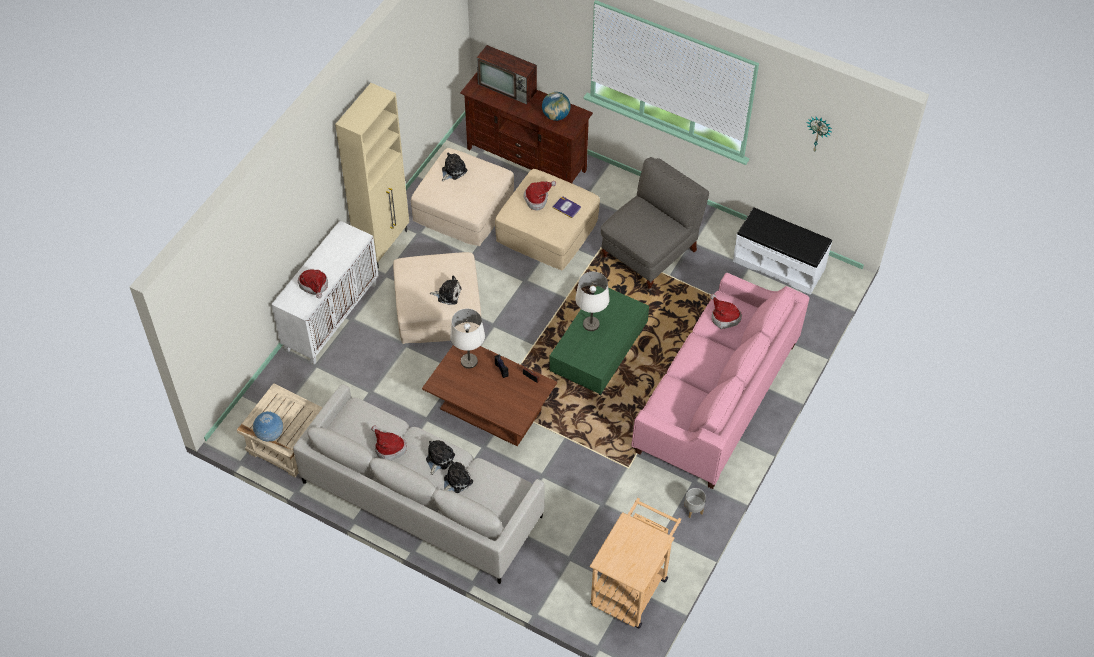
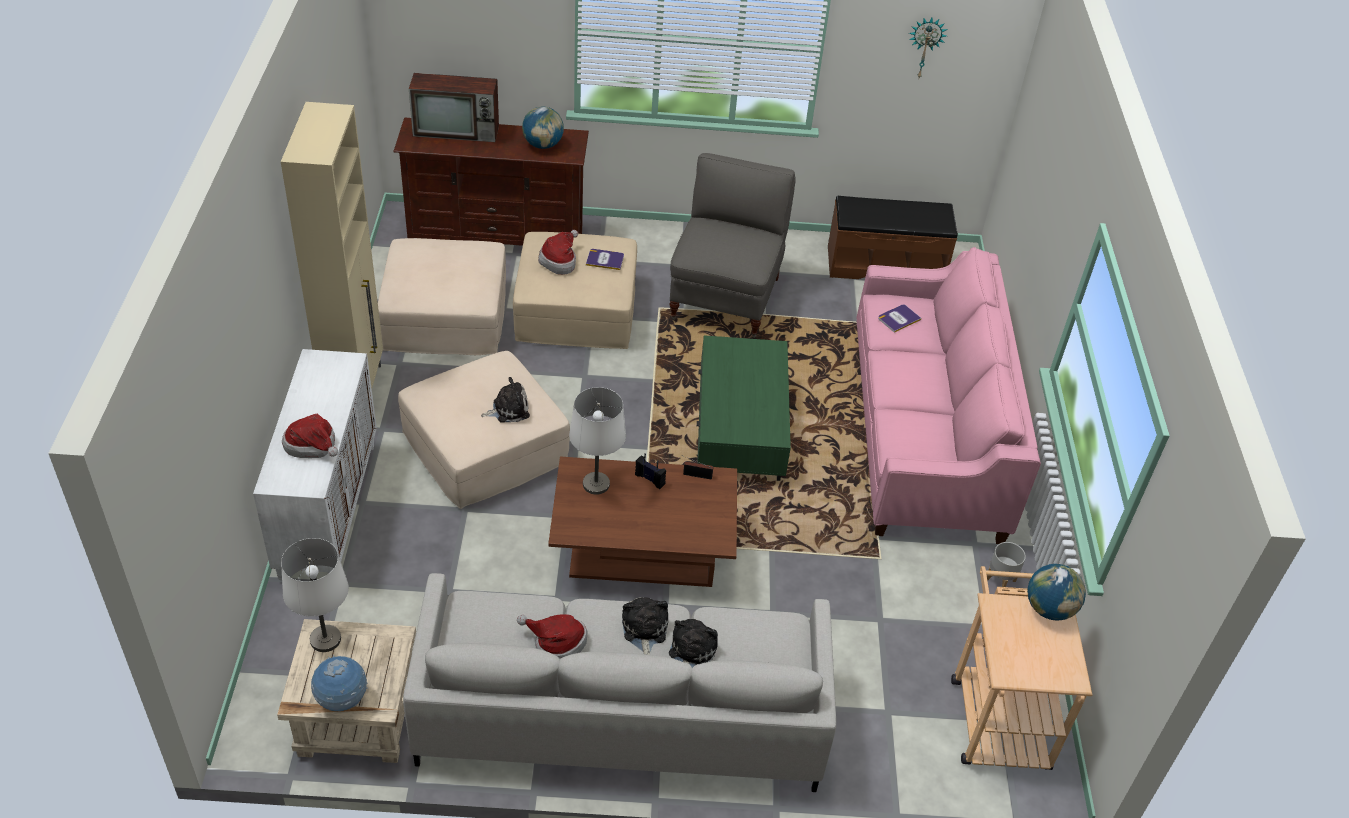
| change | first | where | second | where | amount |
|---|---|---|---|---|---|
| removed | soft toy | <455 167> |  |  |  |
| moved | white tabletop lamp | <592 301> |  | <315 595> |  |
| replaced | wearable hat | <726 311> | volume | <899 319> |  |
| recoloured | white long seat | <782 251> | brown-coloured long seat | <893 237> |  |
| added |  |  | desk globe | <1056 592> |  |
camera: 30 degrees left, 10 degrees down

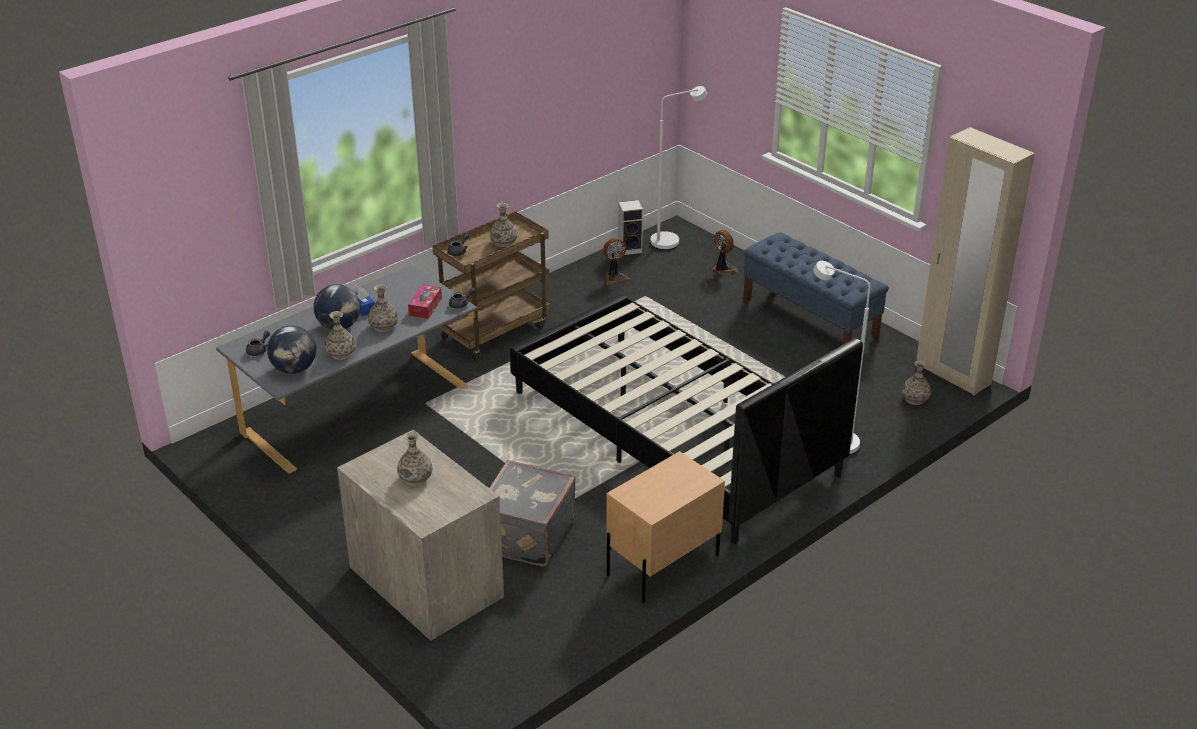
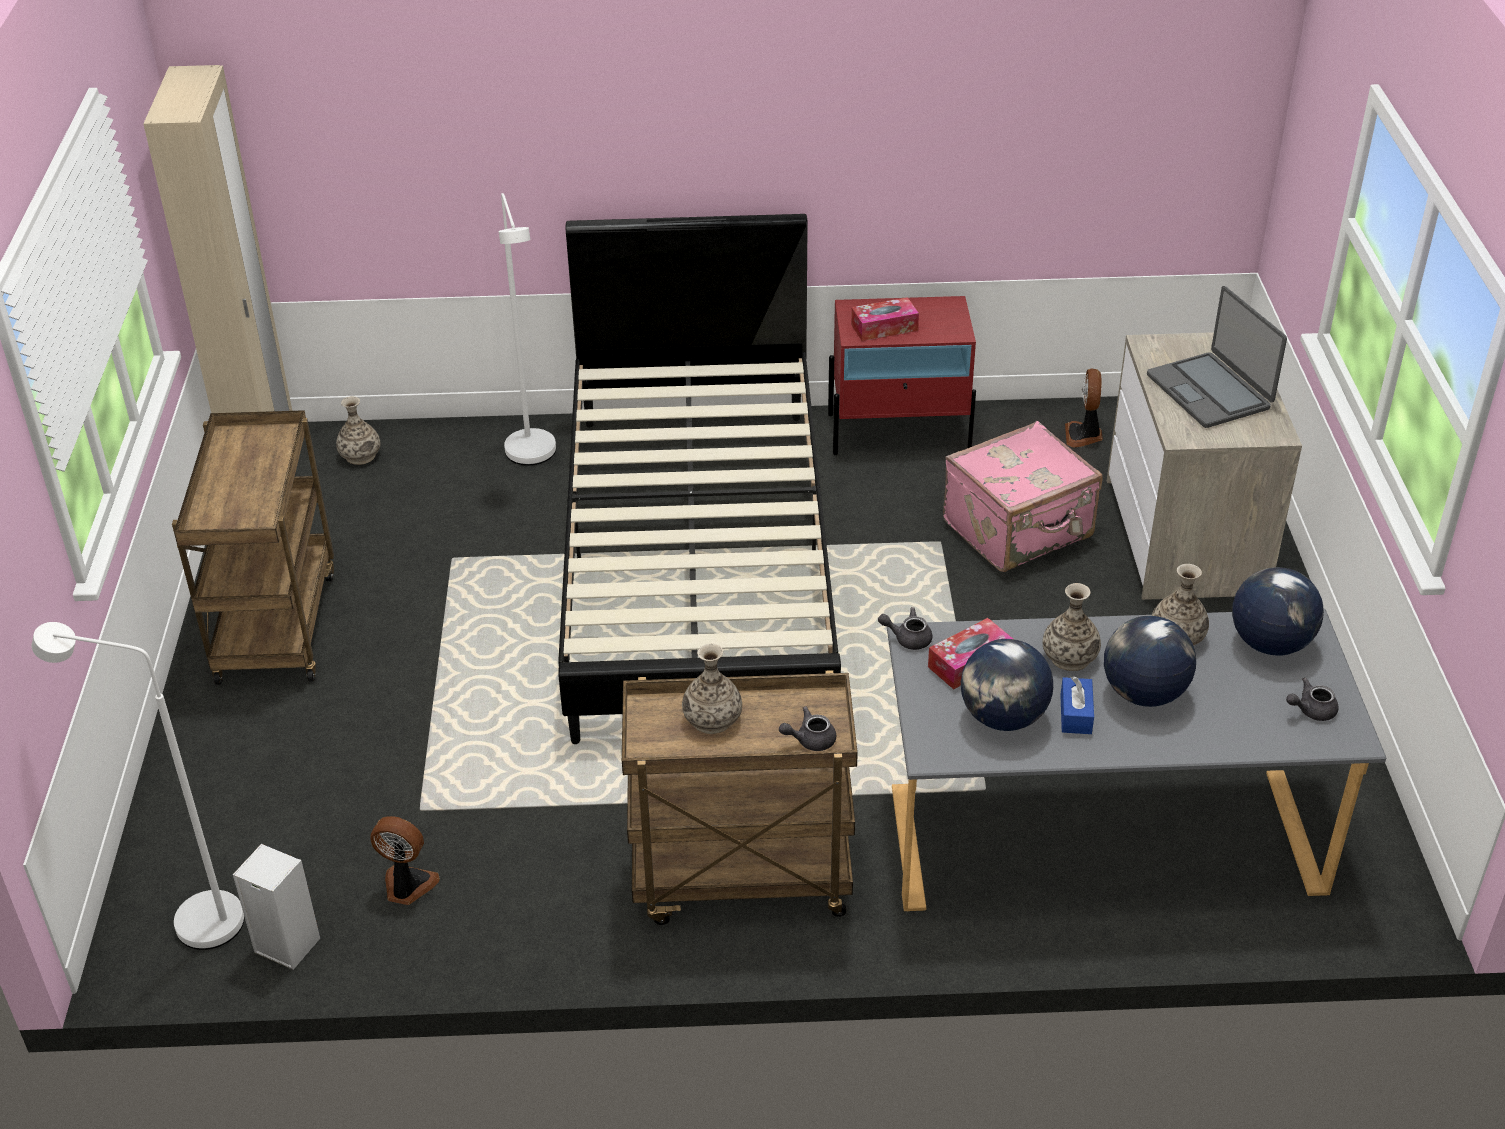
| change | first | where | second | where | amount |
|---|---|---|---|---|---|
| replaced | decorative vase | <414 458> | laptop | <1217 357> |  |
| recoloured | greyish piece of luggage | <533 513> | pinkish piece of luggage | <1023 496> |  |
| recoloured | beige night table | <665 527> | red-coloured night table | <902 375> |  |
| moved | electric fan | <725 252> |  | <1084 408> |  |
| replaced | blue long seat | <816 288> | brown-coloured wheeled cart | <253 547> |  |
| added |  |  | tissue holder | <885 319> |  |
| added |  |  | desk globe | <1007 685> |  |
camera: 140 degrees left, 5 degrees up

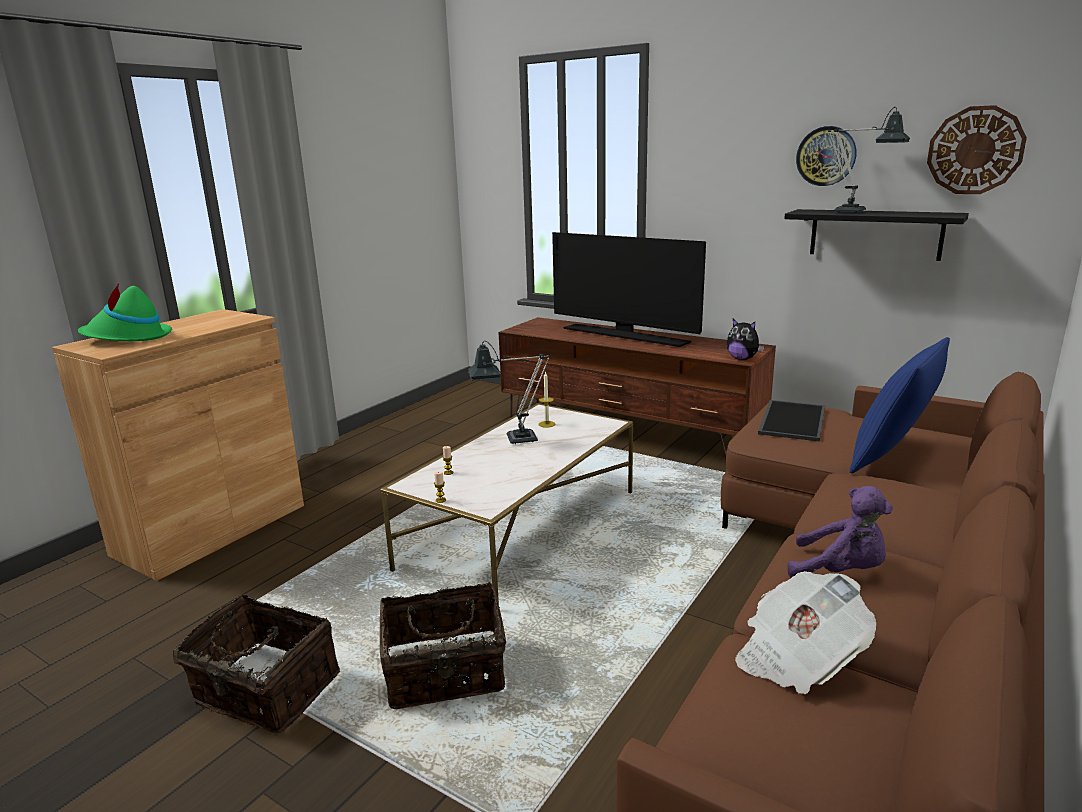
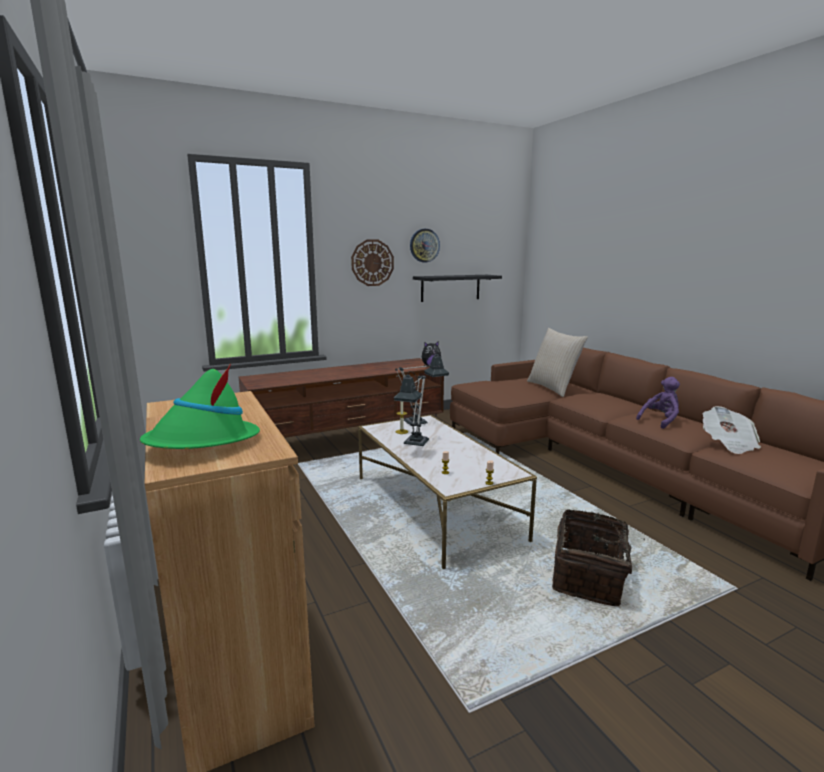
| change | first | where | second | where | amount |
|---|---|---|---|---|---|
| removed | storage basket | <256 663> |  |  |  |
| removed | television | <629 289> |  |  |  |
| removed | serving tray | <791 421> |  |  |  |
| moved | tabletop lamp | <869 160> |  | <422 388> |  |
| recoloured | blue cushion | <900 405> | beige cushion | <557 362> |  |
| moved | wall clock | <977 149> |  | <372 262> |  |
camera: 60 degrees left, 5 degrees down

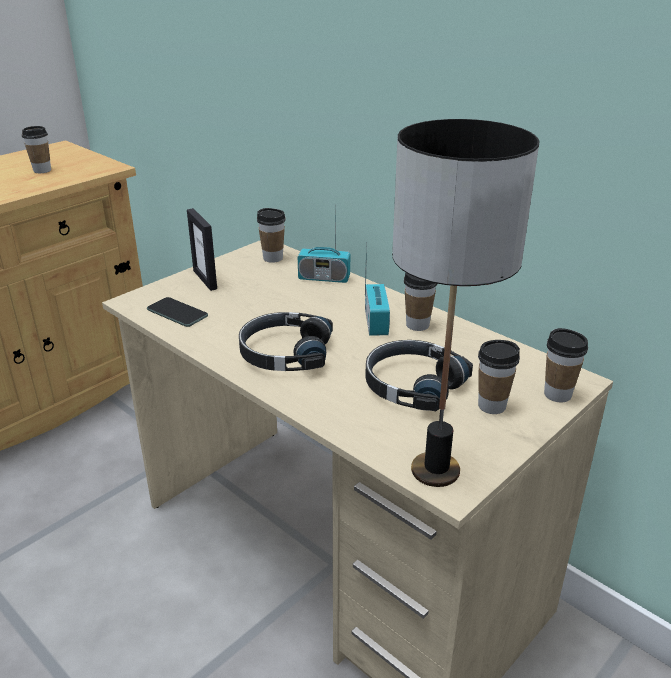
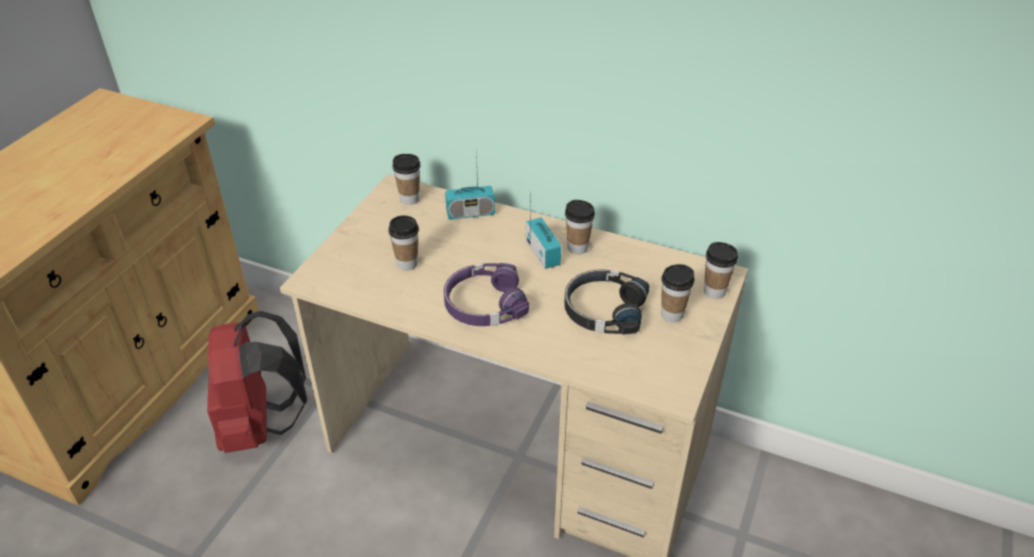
| change | first | where | second | where | amount |
|---|---|---|---|---|---|
| moved | drinking cup | <36 149> |  | <403 243> |  |
| removed | phone | <177 312> |  |  |  |
| removed | standing frame | <202 249> |  |  |  |
| recoloured | black pair of headphones | <286 341> | purple pair of headphones | <486 294> |  |
| removed | tabletop lamp | <465 303> |  |  |  |
| added |  |  | red-coloured backpack | <257 382> |  |
camera: 20 degrees left, 10 degrees up

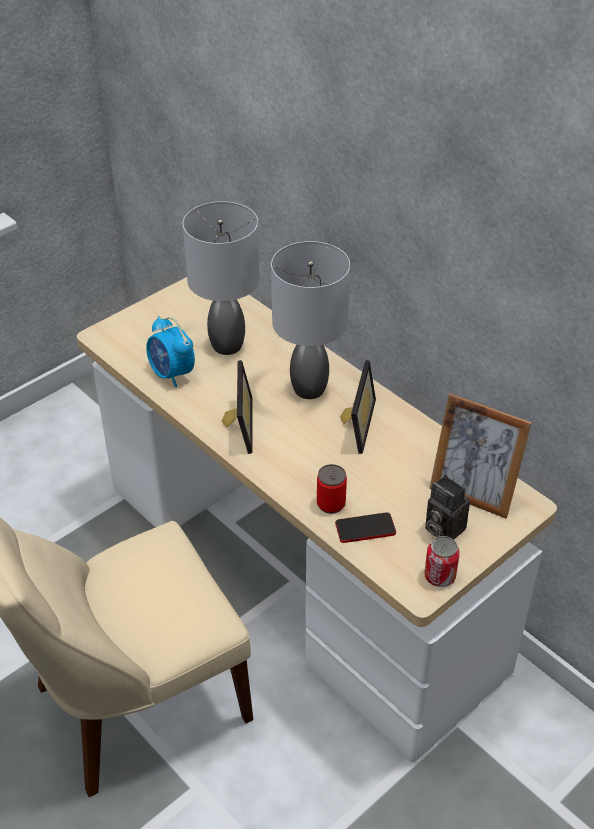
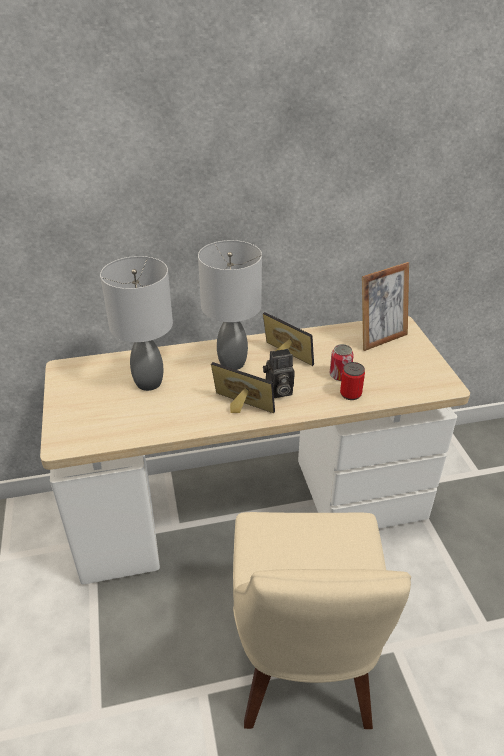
| change | first | where | second | where | amount |
|---|---|---|---|---|---|
| removed | table clock | <170 352> |  |  |  |
| removed | phone | <365 528> |  |  |  |
| moved | sealed can | <442 561> |  | <342 362> |  |
| moved | still camera | <447 507> |  | <279 373> |  |
camera: 60 degrees left, 5 degrees down

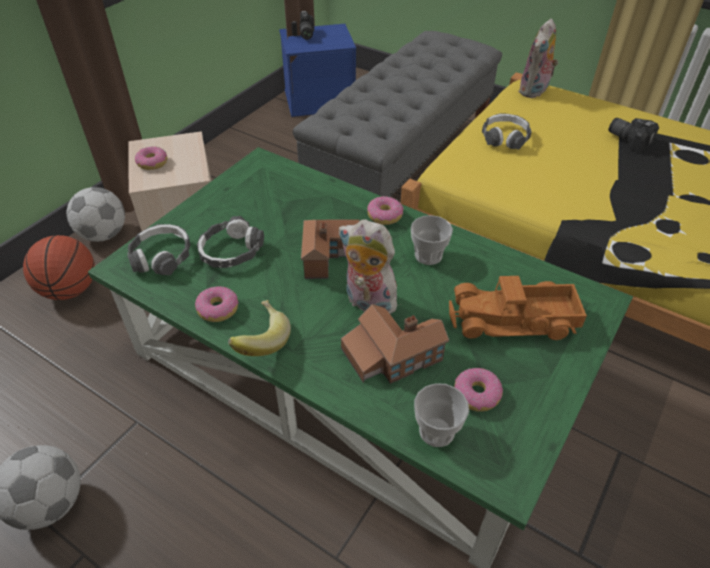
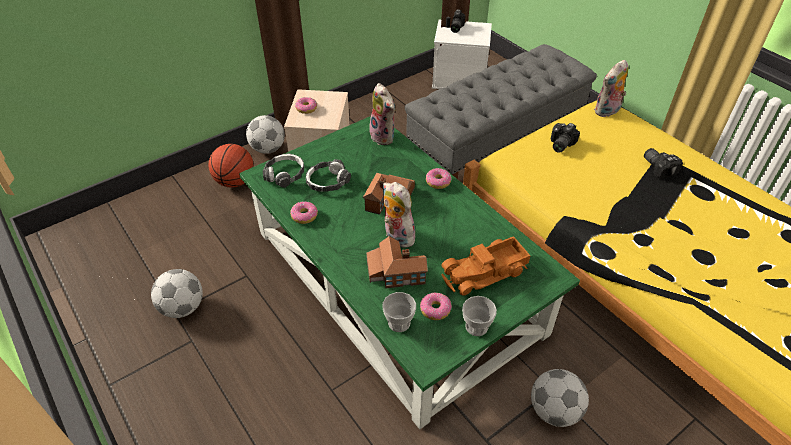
| change | first | where | second | where | amount |
|---|---|---|---|---|---|
| removed | whole banana | <259 328> |  |  |  |
| recoloured | blue storage box | <317 70> | white storage box | <462 54> |  |
| moved | drinking cup | <432 240> |  | <479 316> |  |
| turned | toy truck | <518 308> |  | <486 266> | 45 degrees counterclockwise |
| replaced | pair of headphones | <507 131> | still camera | <565 138> |  |
| added |  |  | soft toy | <382 114> |  |
| added |  |  | ball for football | <560 398> |  |
camera: 20 degrees right, 0 degrees up

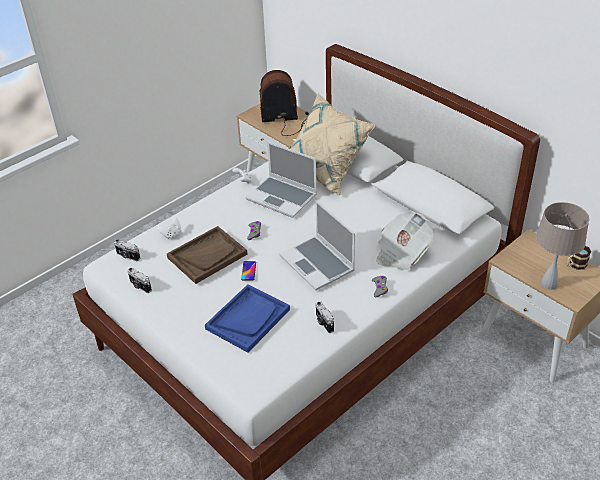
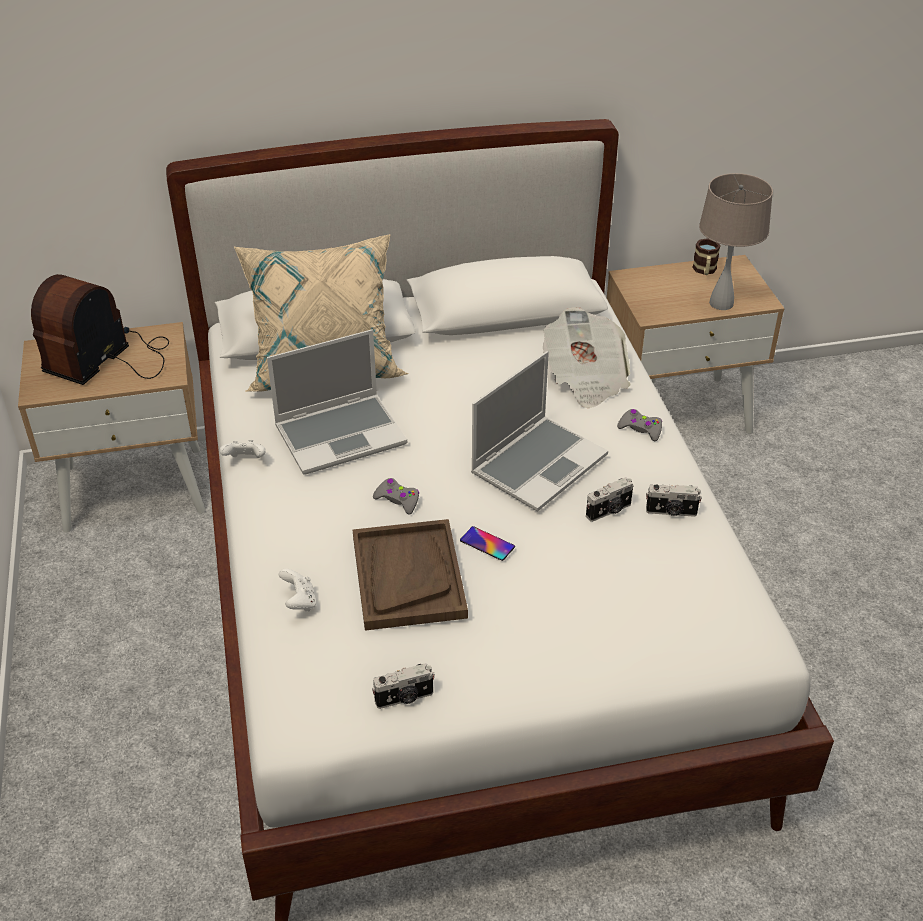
| change | first | where | second | where | amount |
|---|---|---|---|---|---|
| moved | still camera | <127 250> |  | <609 499> |  |
| removed | blue serving tray | <247 318> |  |  |  |
| turned | laptop | <317 245> |  | <539 431> | 45 degrees counterclockwise |
camera: 60 degrees left, 0 degrees up

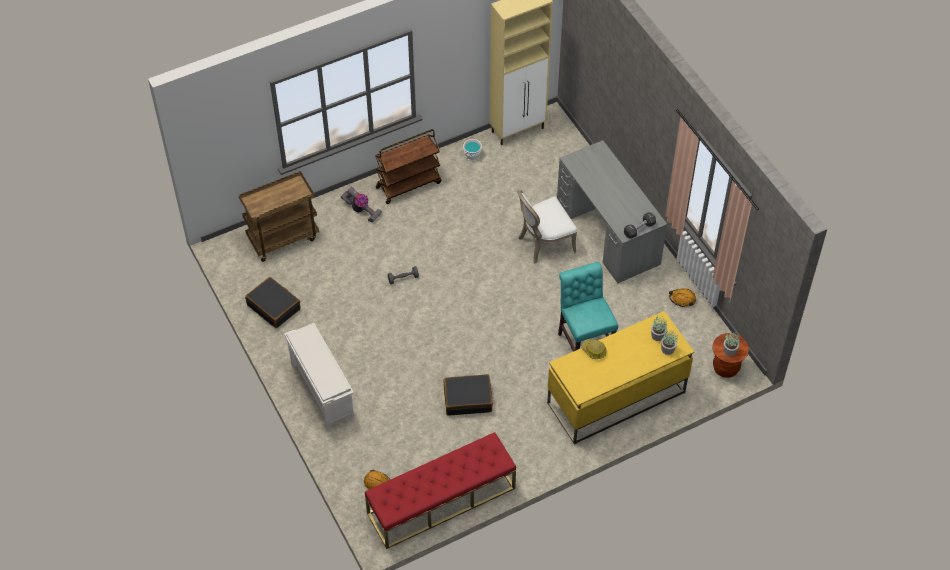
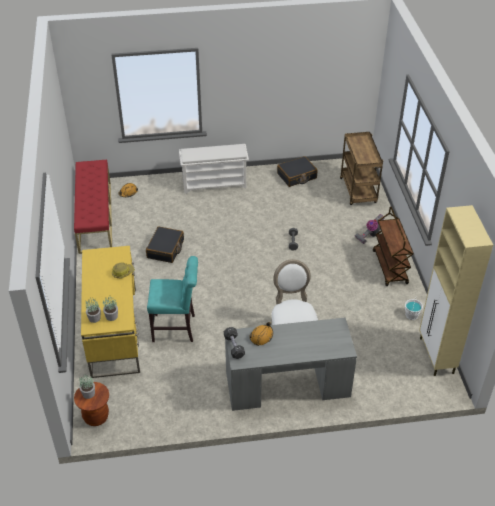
| change | first | where | second | where | amount |
|---|---|---|---|---|---|
| moved | orange-coloured work helmet | <682 297> |  | <261 334> |  |
camera: 110 degrees right, 10 degrees down

